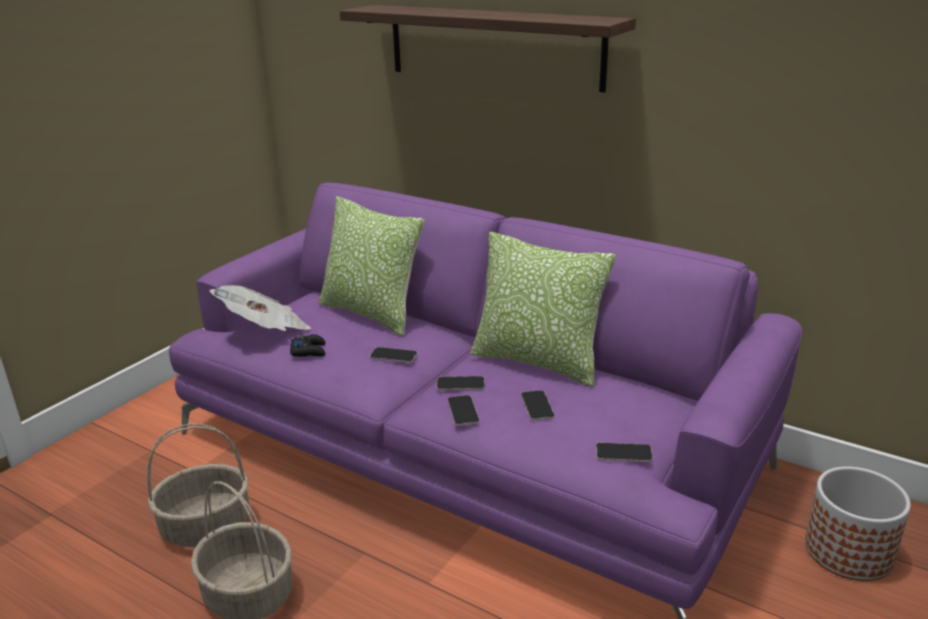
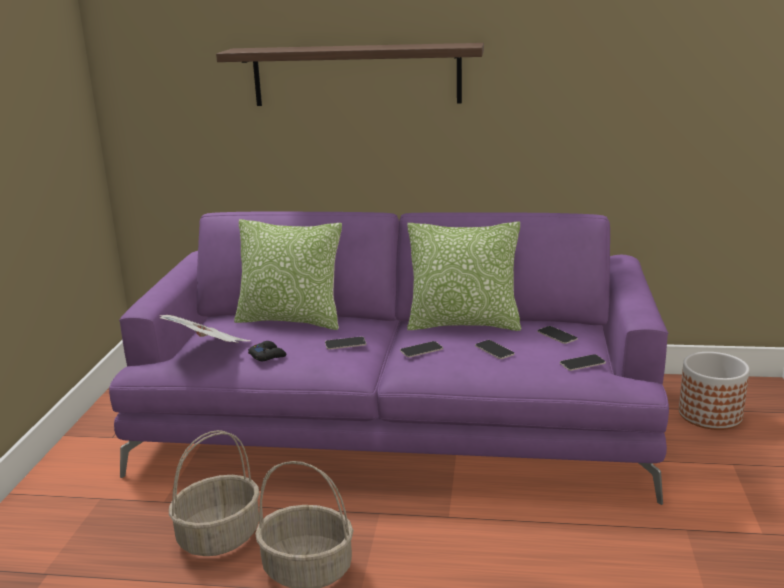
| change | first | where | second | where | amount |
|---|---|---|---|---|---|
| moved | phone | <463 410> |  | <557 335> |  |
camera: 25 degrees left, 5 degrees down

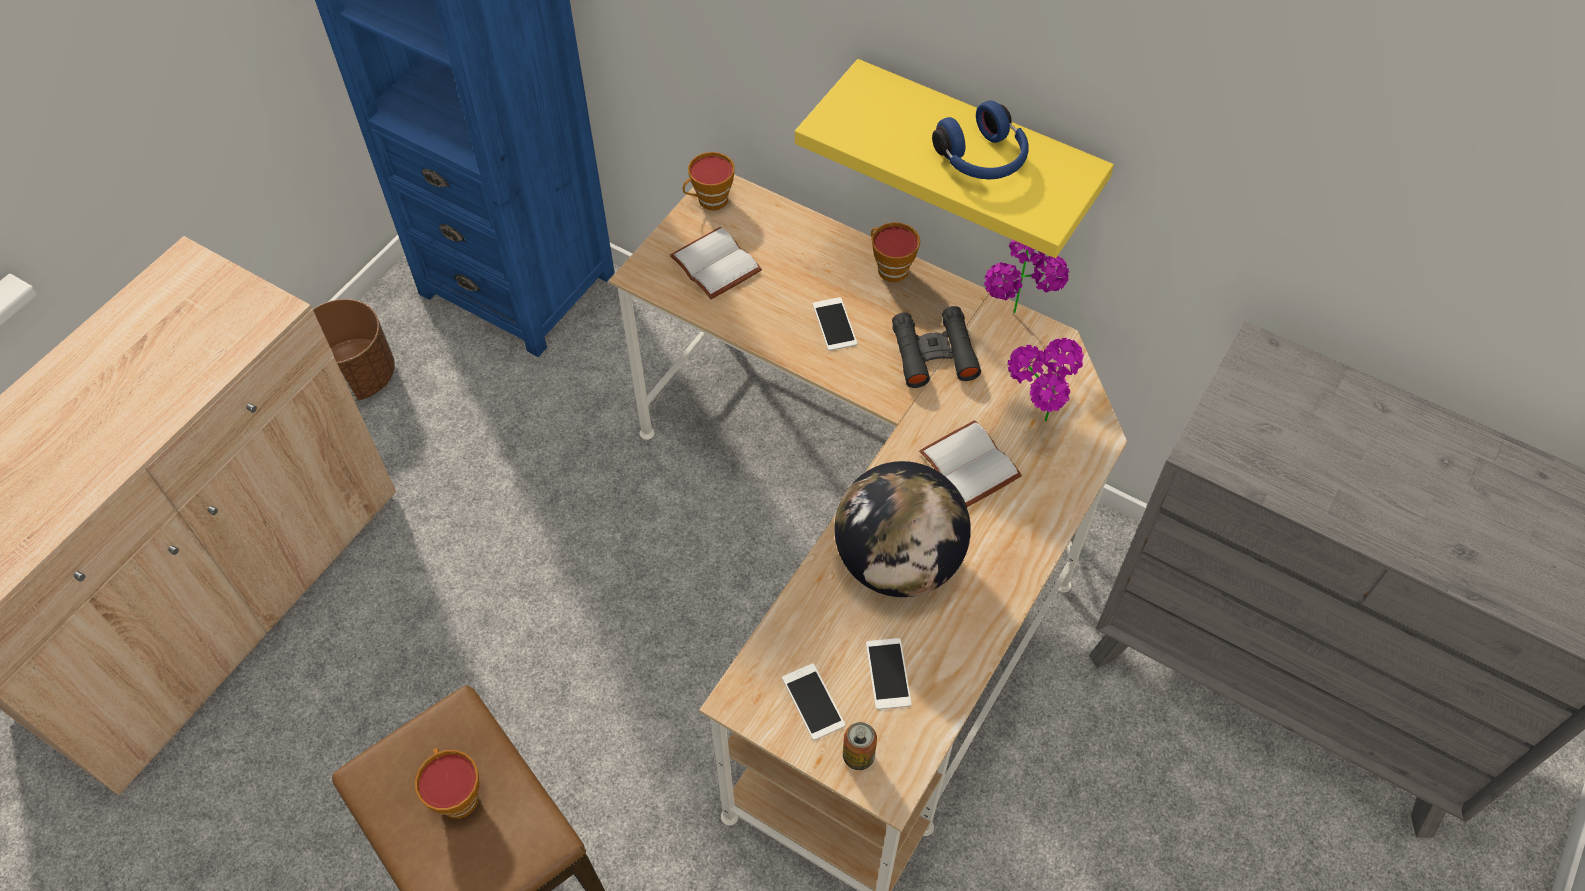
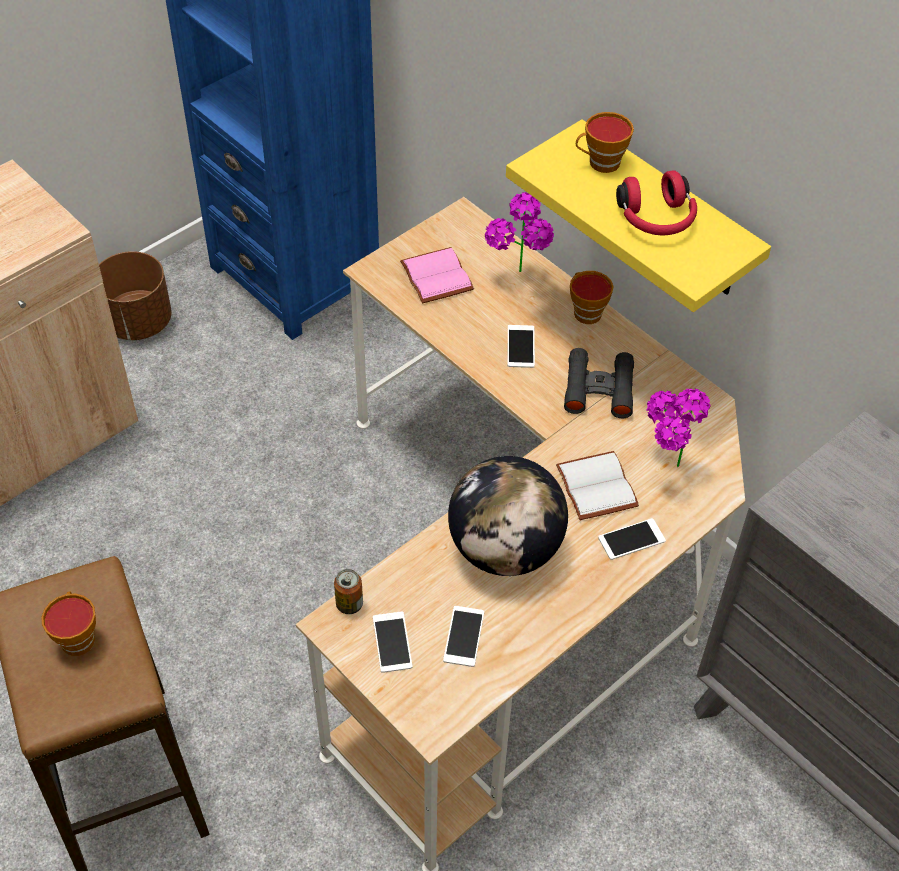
| change | first | where | second | where | amount |
|---|---|---|---|---|---|
| recoloured | white volume | <716 263> | pinkish volume | <437 275> |  |
| moved | drinking cup | <709 181> |  | <605 142> |  |
| moved | sealed can | <860 746> |  | <348 591> |  |
| recoloured | blue pair of headphones | <980 140> | red-coloured pair of headphones | <656 202> |  |
| moved | potted plant | <1027 276> |  | <519 232> |  |
| added |  |  | phone | <632 539> |  |
camera: 15 degrees right, 5 degrees down

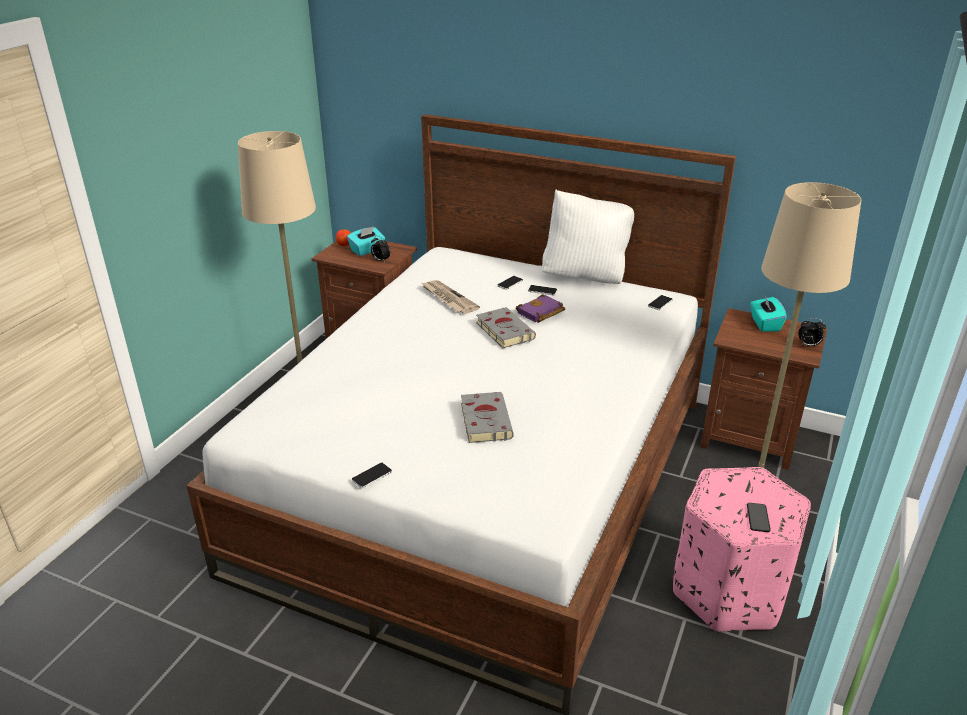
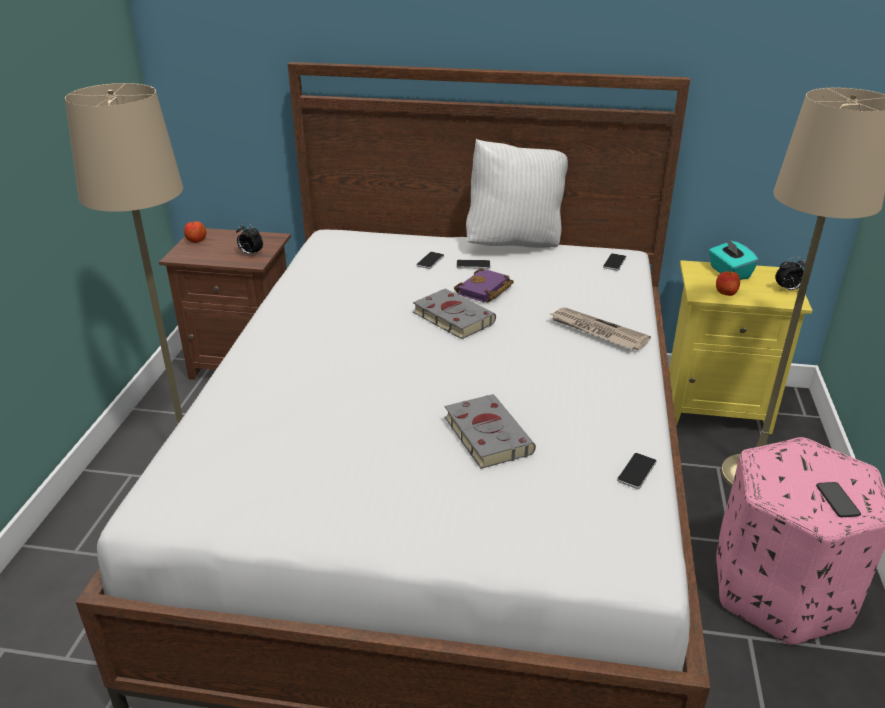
| change | first | where | second | where | amount |
|---|---|---|---|---|---|
| removed | turquoise-coloured tissue holder | <366 241> |  |  |  |
| moved | phone | <372 475> |  | <636 471> |  |
| moved | printed paper | <451 297> |  | <601 328> |  |
| recoloured | brown-coloured night table | <763 389> | yellow night table | <741 347> |  |
| added |  |  | apple fruit | <728 283> |  |
camera: 15 degrees left, 0 degrees up

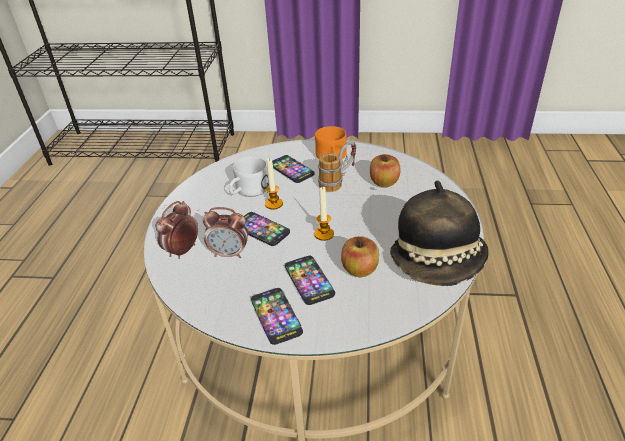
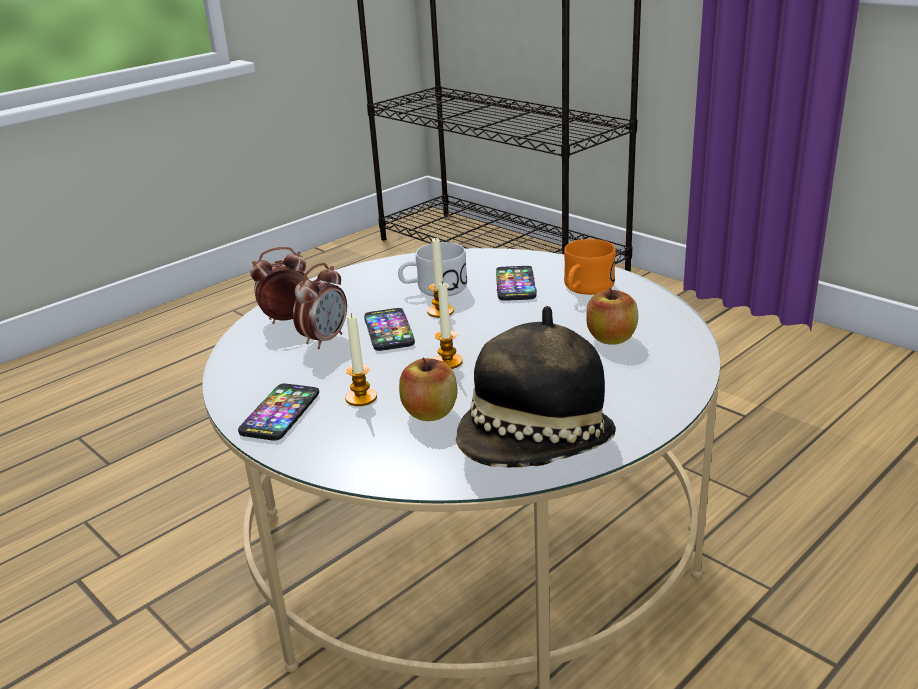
| change | first | where | second | where | amount |
|---|---|---|---|---|---|
| turned | table clock | <225 232> |  | <320 306> | 105 degrees counterclockwise |
| replaced | phone | <310 280> | candle | <361 359> |  |
| removed | coffee mug | <337 166> |  |  |  |
camera: 40 degrees right, 10 degrees down

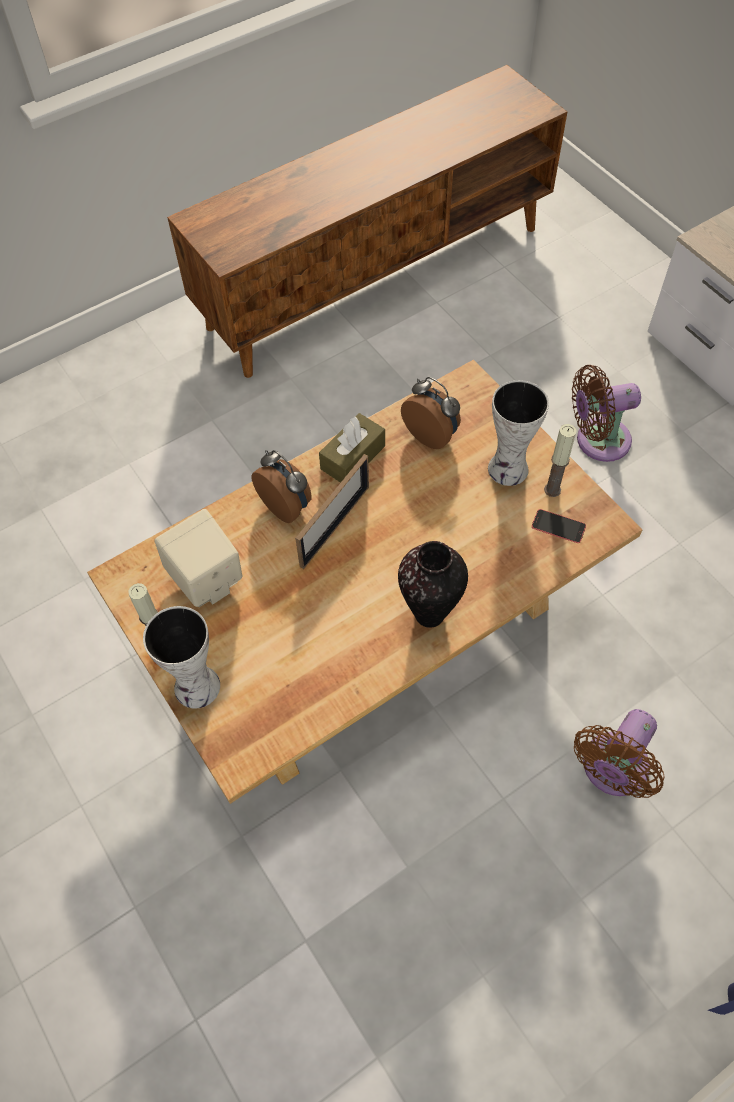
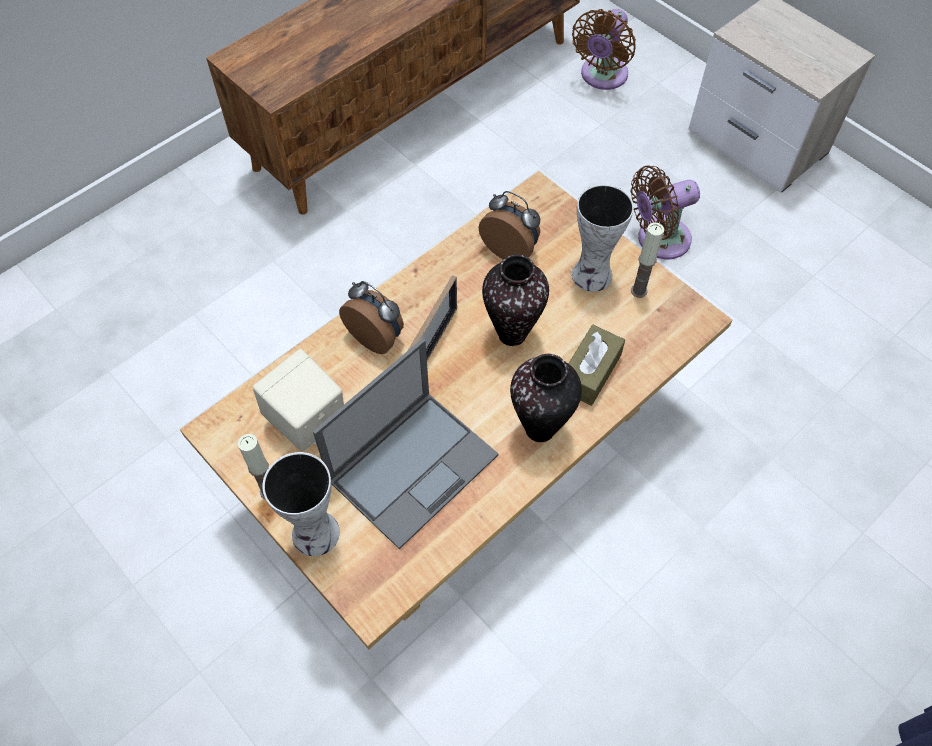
| change | first | where | second | where | amount |
|---|---|---|---|---|---|
| moved | brown-coloured tissue holder | <352 448> |  | <596 365> |  |
| removed | phone | <559 526> |  |  |  |
| moved | brown-coloured electric fan | <619 753> |  | <604 49> |  |
| added |  |  | laptop | <406 443> |  |
| added |  |  | decorative vase | <515 300> |  |
camera: 10 degrees left, 0 degrees up

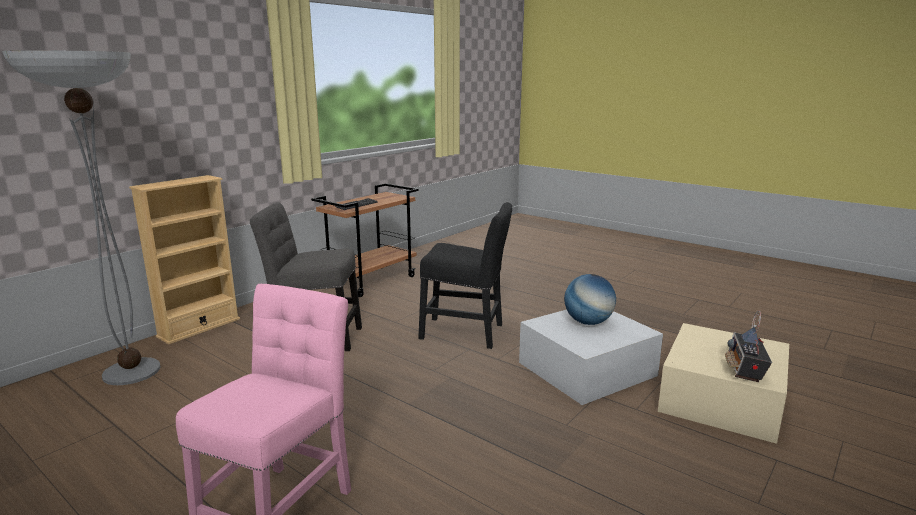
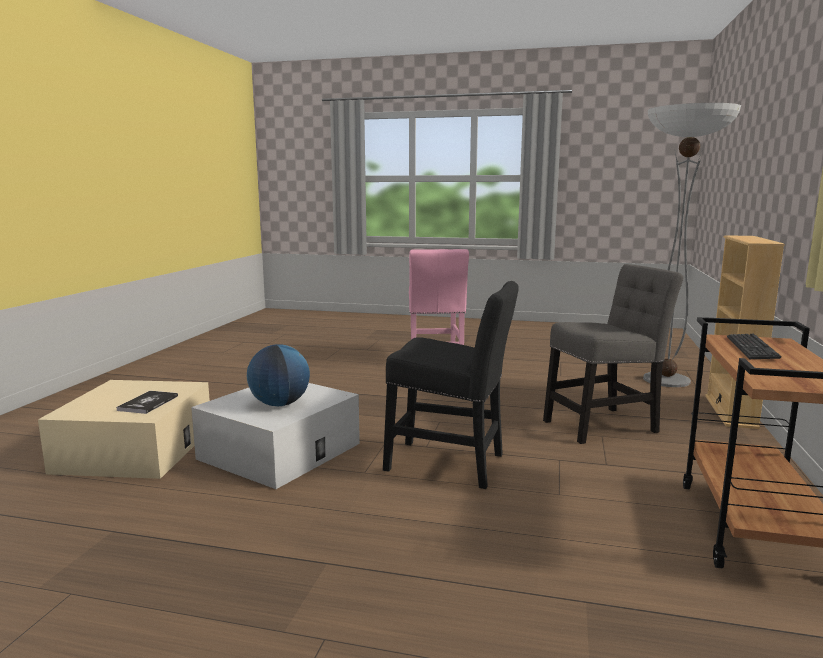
| change | first | where | second | where | amount |
|---|---|---|---|---|---|
| turned | black chair | <465 275> |  | <451 385> | 150 degrees counterclockwise |
| removed | radio receiver | <748 346> |  |  |  |
| added |  |  | volume | <147 402> |  |
camera: 155 degrees right, 5 degrees down

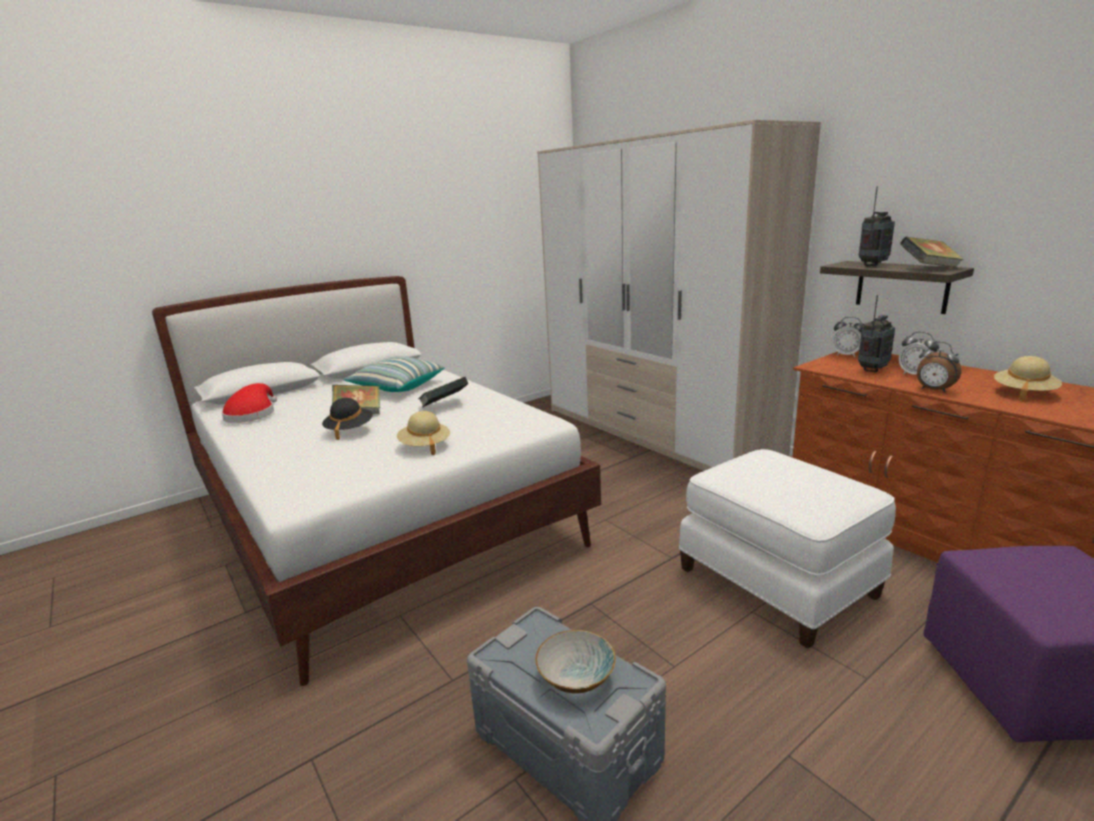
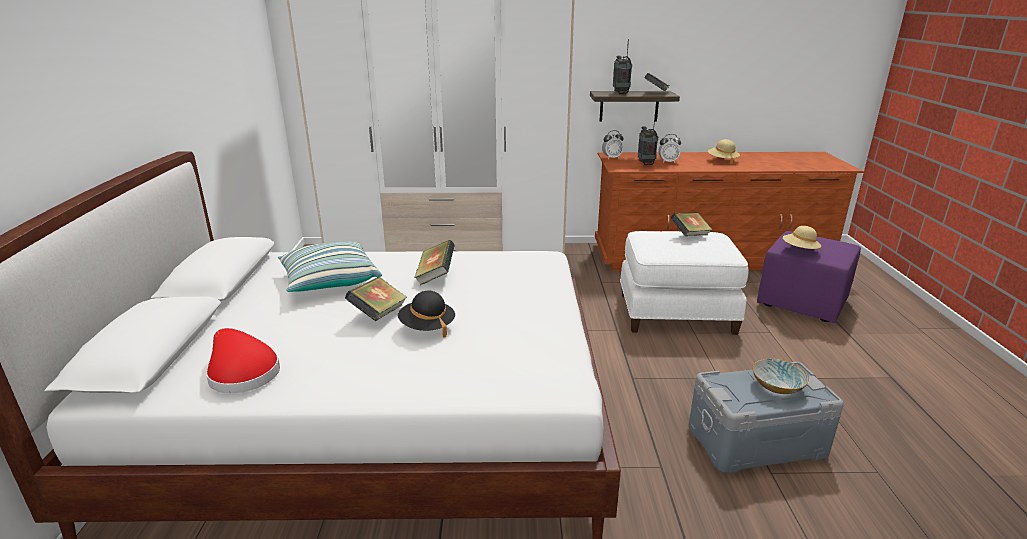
| change | first | where | second | where | amount |
|---|---|---|---|---|---|
| moved | beige wearable hat | <423 433> |  | <802 238> |  |
| removed | table clock | <939 367> |  |  |  |
| added |  |  | volume | <691 224> |  |
camera: 55 degrees left, 5 degrees up

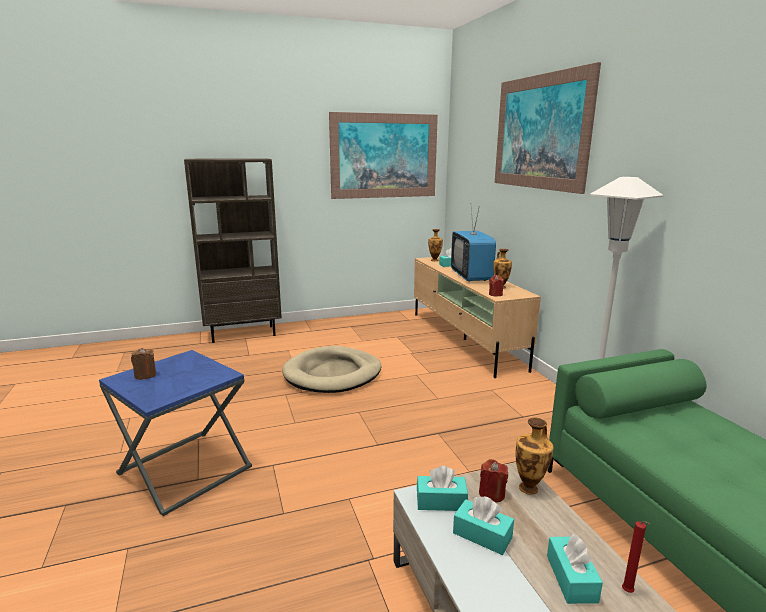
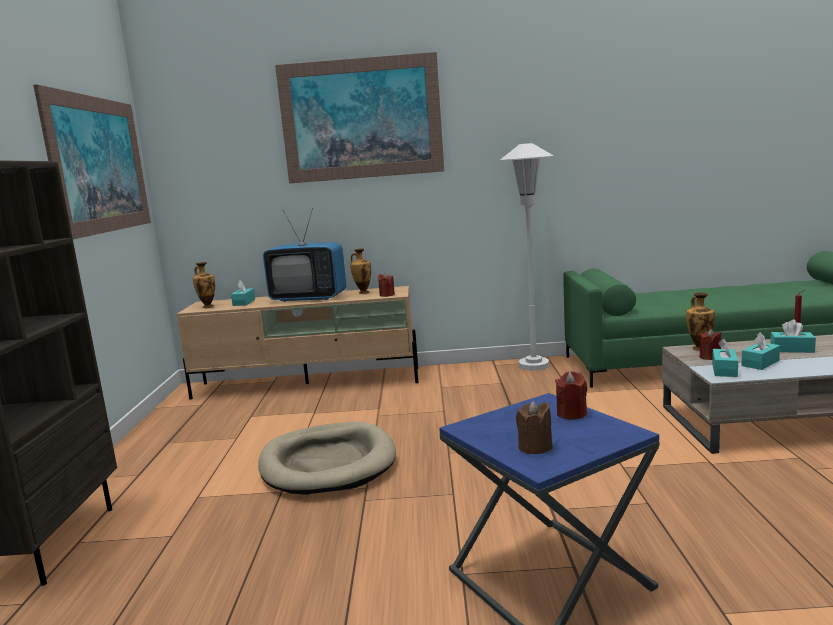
| change | first | where | second | where | amount |
|---|---|---|---|---|---|
| added |  |  | red-coloured candle | <571 395> |  |
camera: 70 degrees left, 5 degrees down

